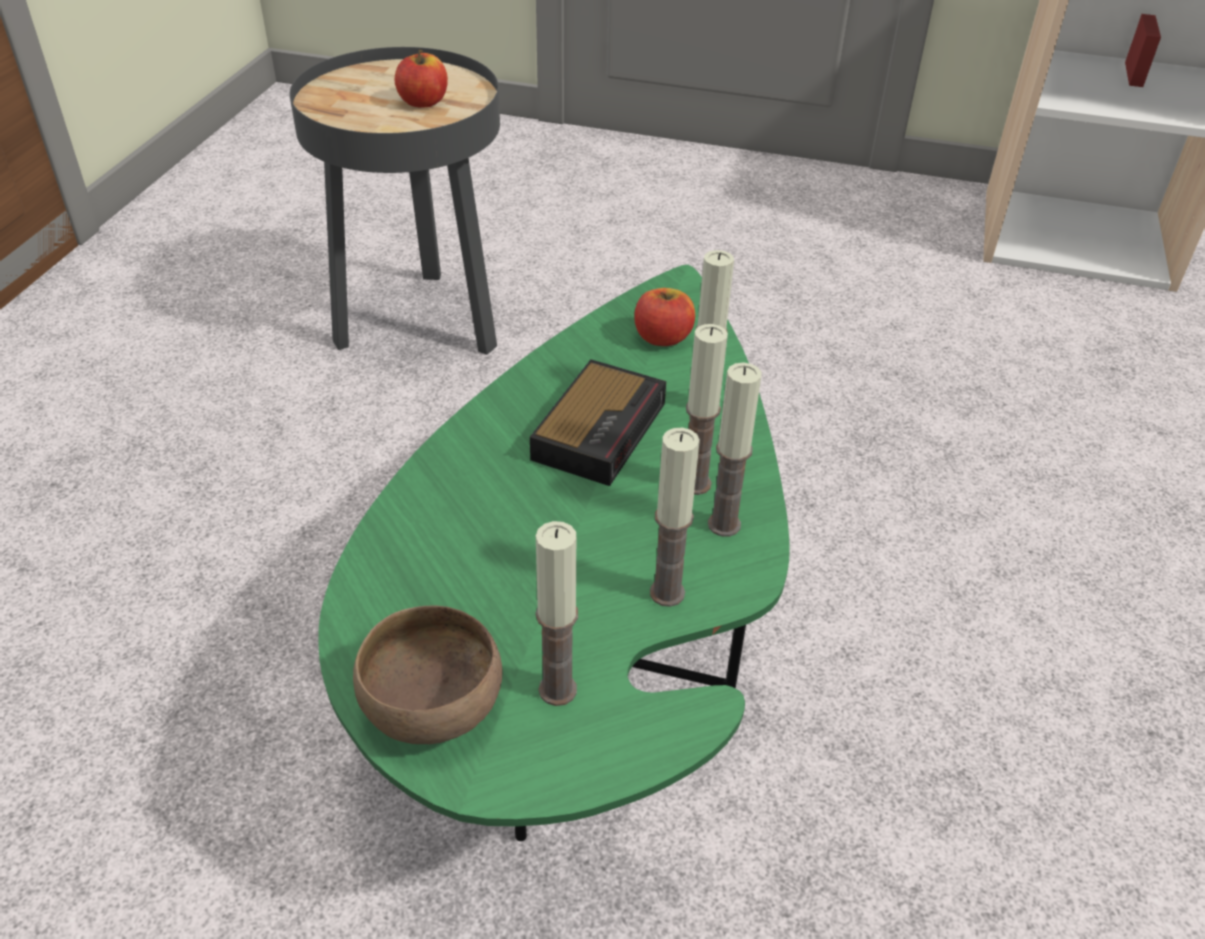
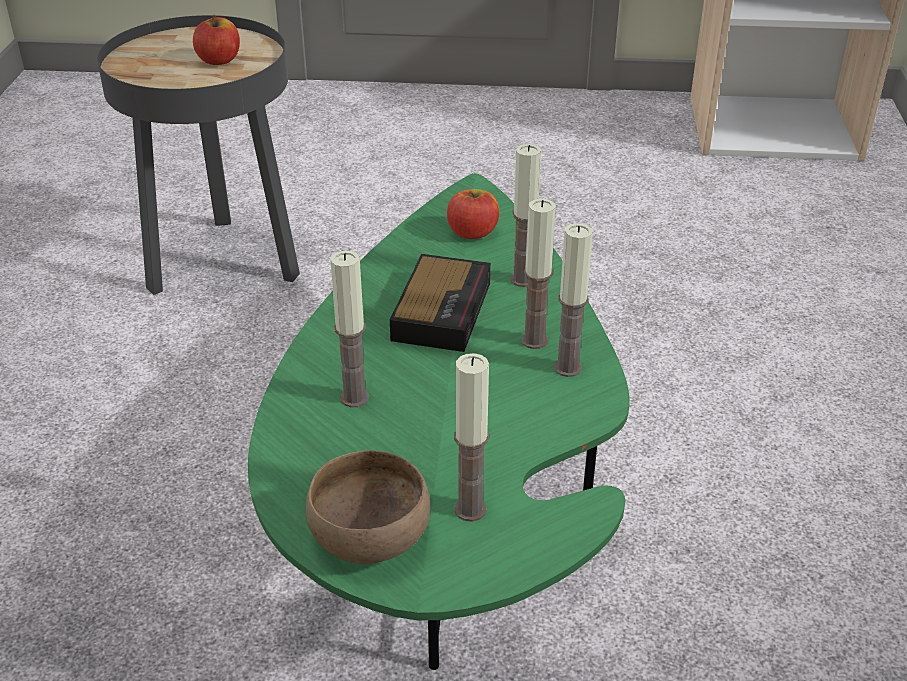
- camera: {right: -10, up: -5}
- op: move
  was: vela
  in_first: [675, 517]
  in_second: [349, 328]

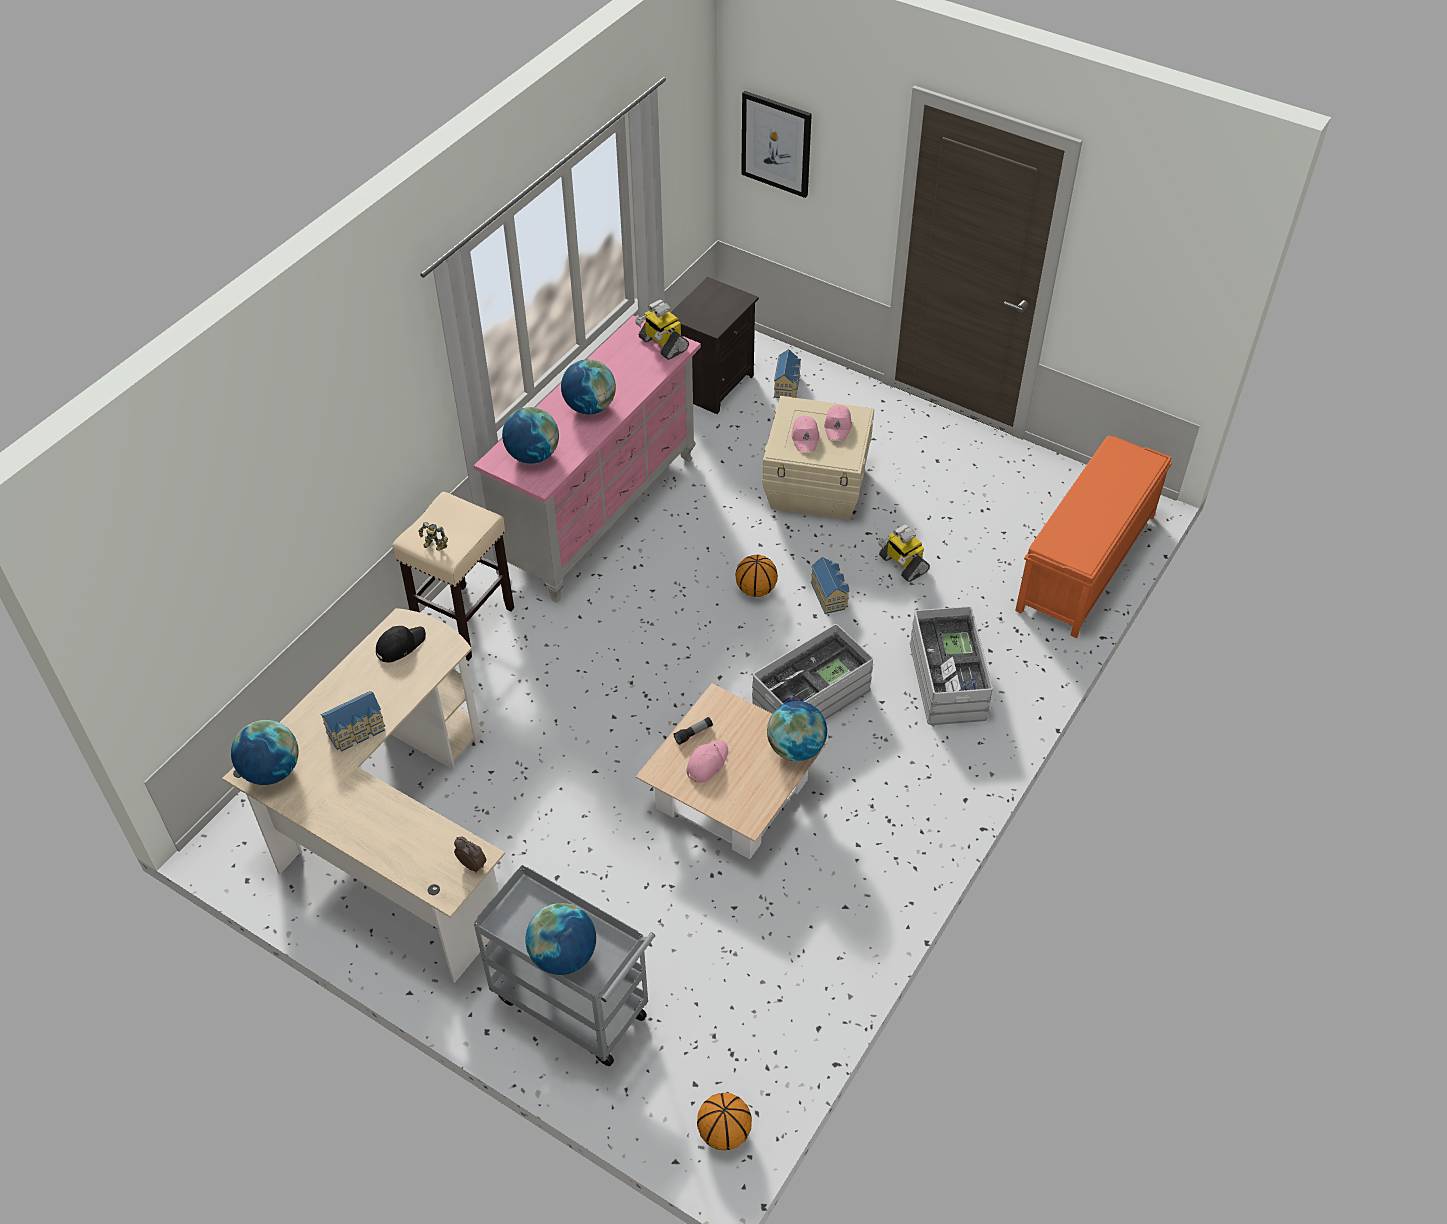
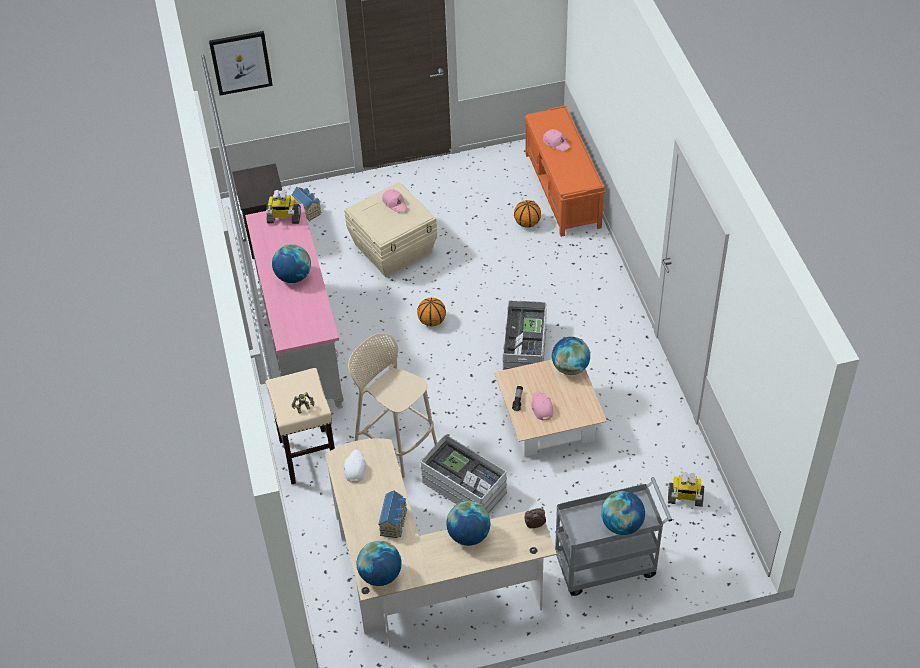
- camera: {right: -45, up: 0}
- op: recolor
  was: gorra/negro
  now: gorra/blanco
  in_first: [401, 644]
  in_second: [355, 466]
- op: move
  was: globo terráqueo
  in_first: [530, 435]
  in_second: [468, 523]
- op: move
  was: balón de baloncesto
  in_first: [724, 1122]
  in_second: [527, 214]
- op: move
  was: gorra/rosa
  in_first: [805, 434]
  in_second: [556, 140]
- op: delete
  was: casita
  in_first: [830, 585]
- op: move
  was: robot de juguete
  in_first: [904, 553]
  in_second: [686, 489]
- op: move
  was: caja de almacenaje/gris
  in_first: [951, 665]
  in_second: [464, 474]
- op: insert
  now: taburete/beis
  in_second: [392, 405]

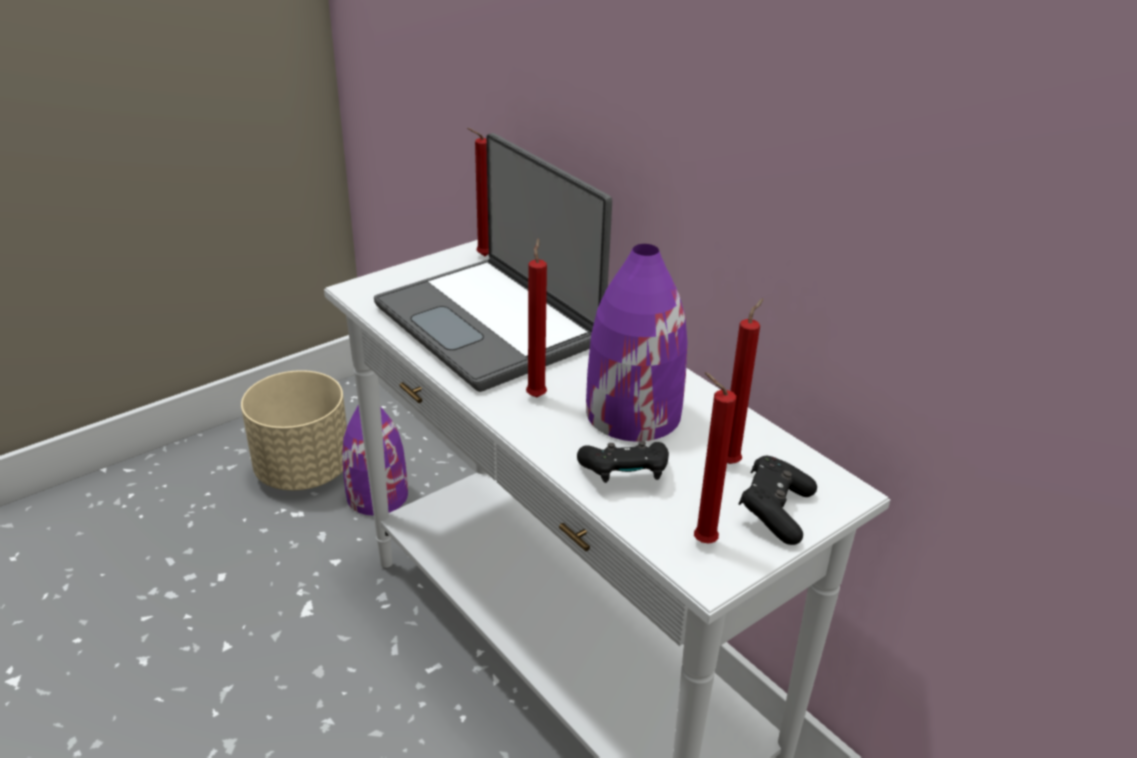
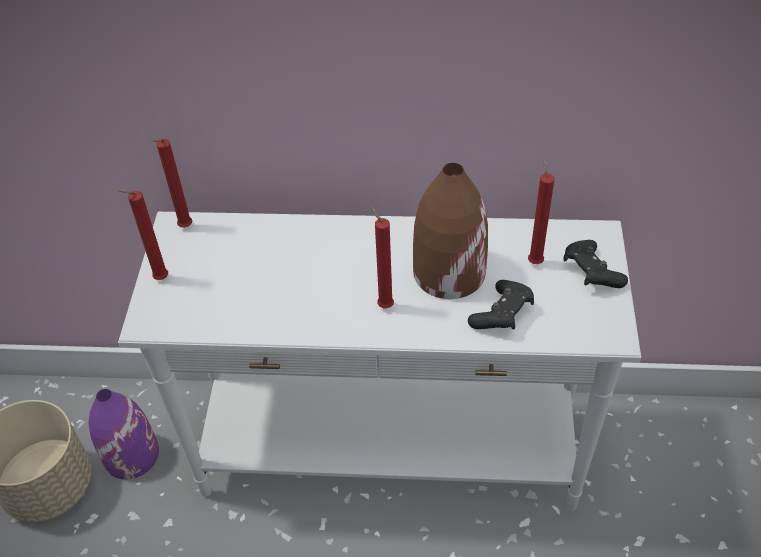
- camera: {right: -45, up: 15}
- op: delete
  was: portátil
  in_first: [493, 262]
- op: recolor
  was: florero/morado
  now: florero/marrón
  in_first: [637, 342]
  in_second: [450, 231]
- op: move
  was: vela/rojo
  in_first: [715, 457]
  in_second: [142, 235]

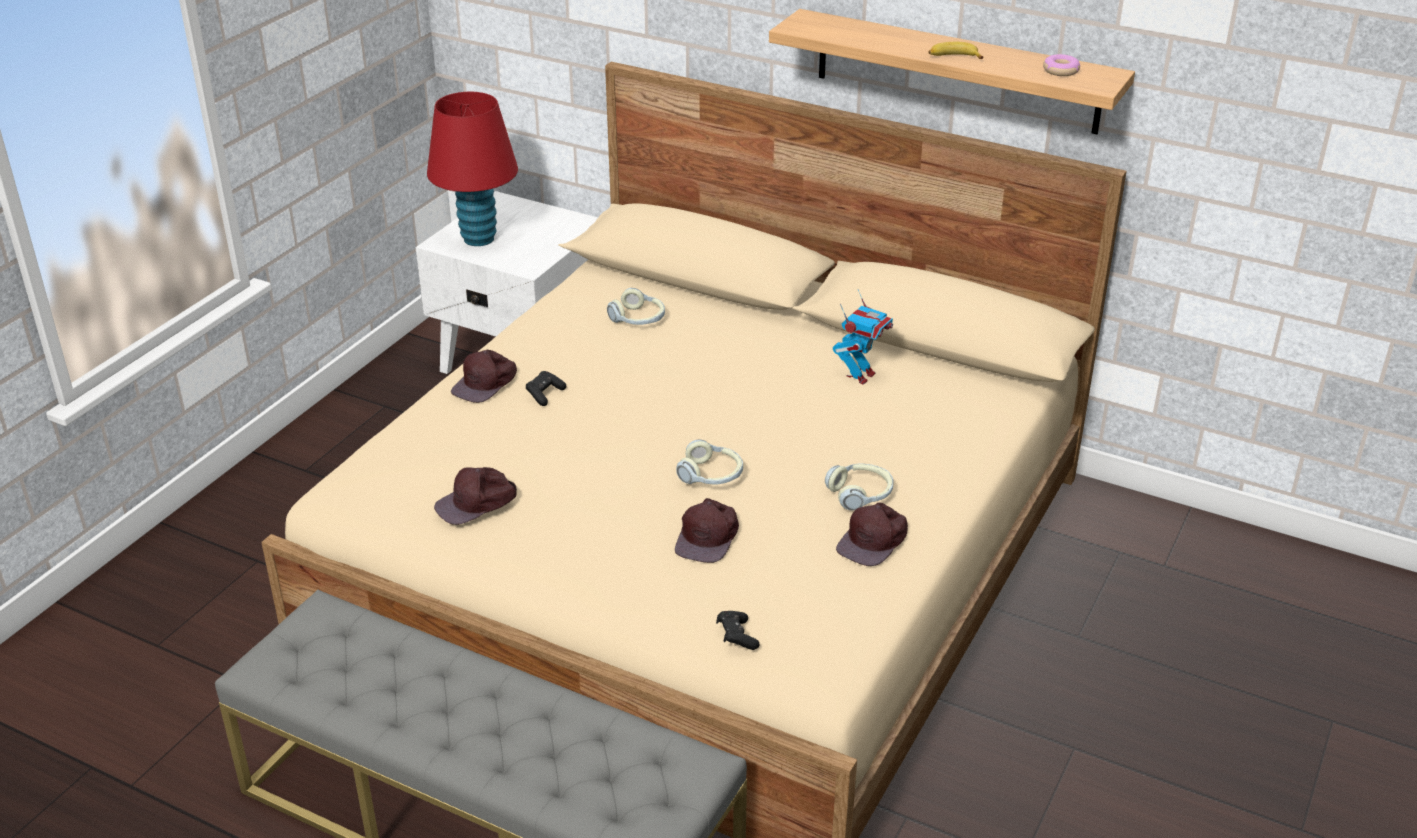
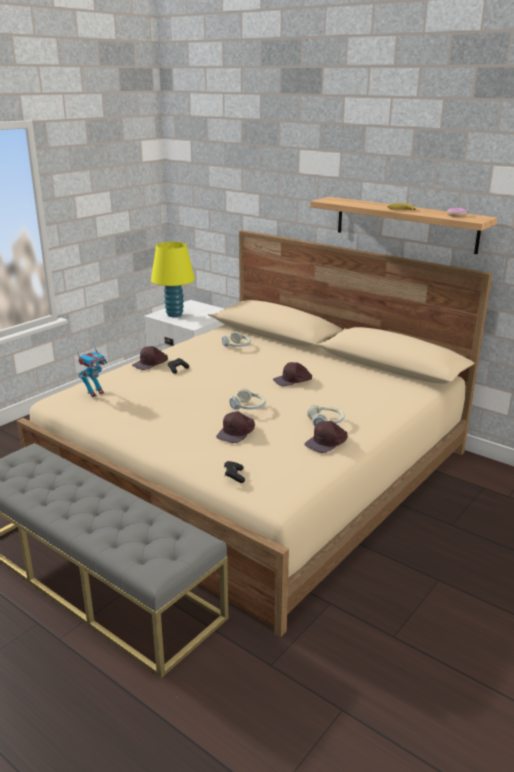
- camera: {right: 10, up: -10}
- op: recolor
  was: lámpara de mesa/rojo
  now: lámpara de mesa/amarillo
  in_first: [472, 169]
  in_second: [173, 279]
- op: move
  was: gorra/marrón
  in_first: [475, 496]
  in_second: [292, 374]
- op: move
  was: robot de juguete
  in_first: [863, 337]
  in_second: [91, 370]

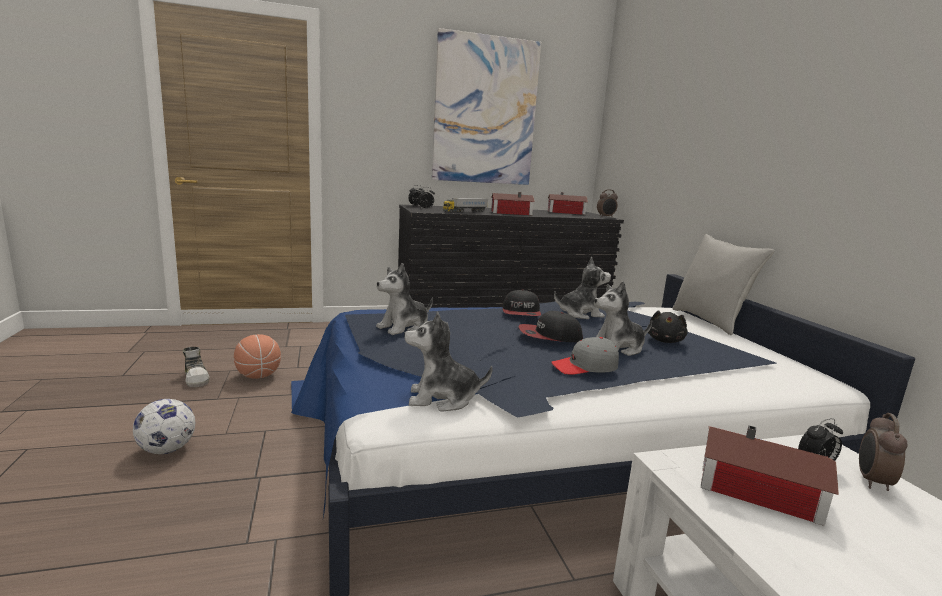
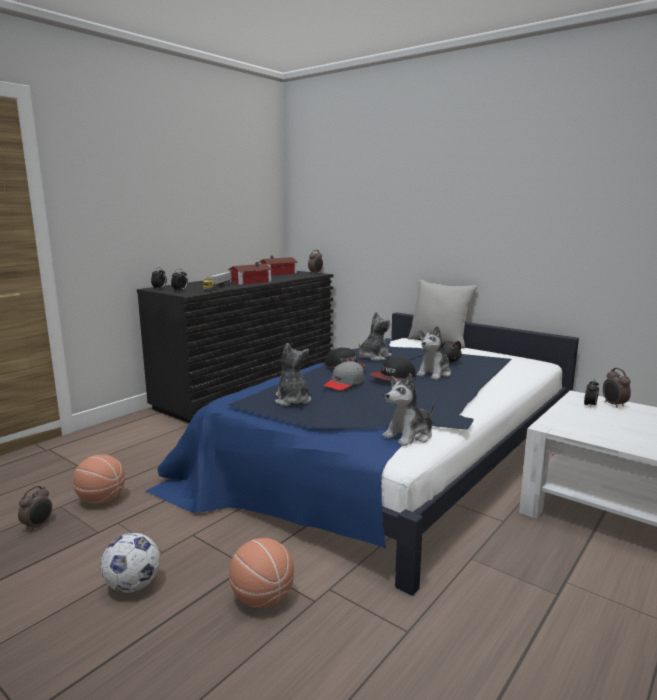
- camera: {right: -35, up: 0}
- op: replace
  was: zapato
  now: despertador
  in_first: [196, 367]
  in_second: [35, 509]
- op: rotate
  was: peluche
  in_first: [404, 299]
  in_second: [293, 374]
  clockwise: 150
- op: delete
  was: cuadro
  in_first: [486, 106]
- op: move
  was: gorra/gris
  in_first: [585, 356]
  in_second: [343, 376]
- op: delete
  was: casita
  in_first: [770, 475]
- op: insert
  now: balón de baloncesto
  in_second: [261, 573]

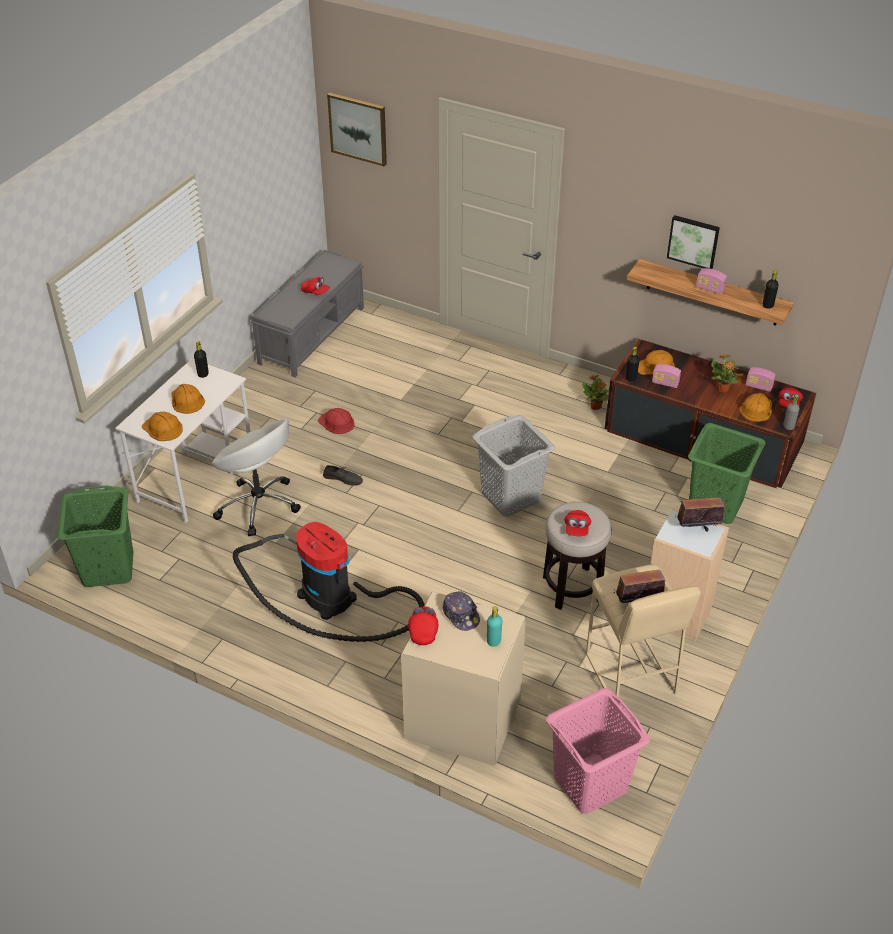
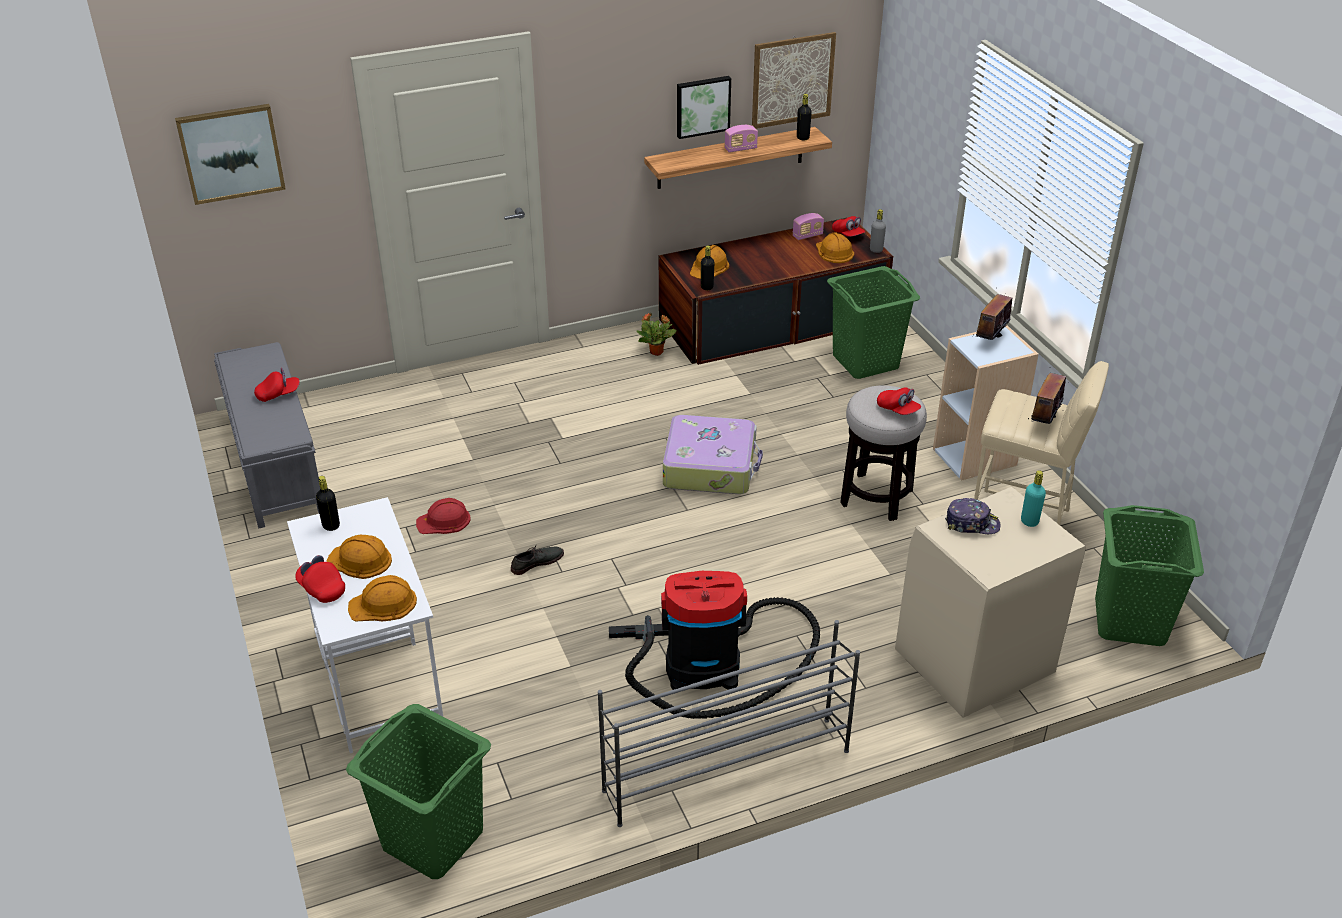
- camera: {right: -50, up: -5}
- op: delete
  was: silla de oficina/blanco
  in_first: [256, 477]
- op: move
  was: gorra/rojo
  in_first: [423, 625]
  in_second: [320, 579]
- op: replace
  was: cesto de la ropa/gris
  now: maleta
  in_first: [513, 466]
  in_second: [713, 454]
- op: recolor
  was: cesto de la ropa/rosa
  now: cesto de la ropa/verde
  in_first: [598, 751]
  in_second: [1149, 575]
- op: delete
  was: radio
  in_first: [666, 376]
- op: delete
  was: planta en maceta
  in_first: [727, 373]
- op: insert
  now: zapatero/gris
  in_second: [729, 723]
- op: insert
  now: cuadro
  in_second: [794, 80]

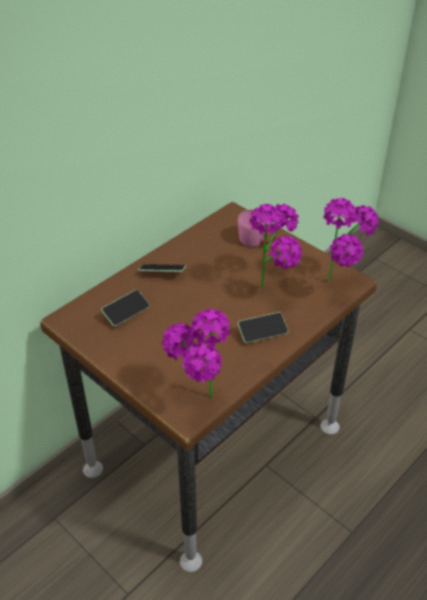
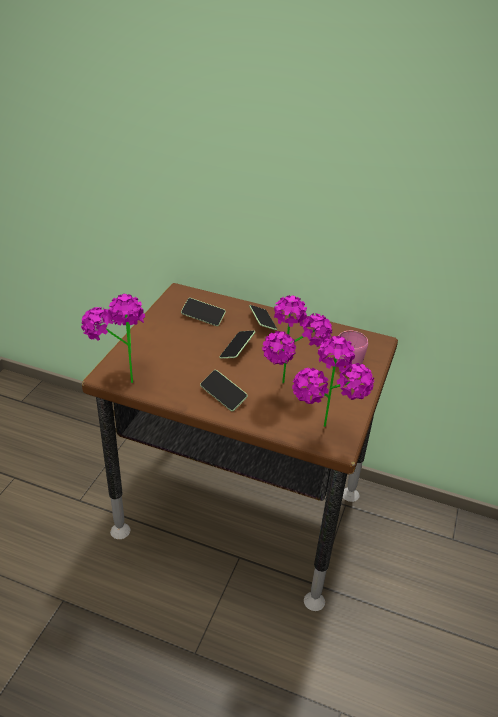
- camera: {right: 65, up: -5}
- op: insert
  now: móvil
  in_second: [237, 344]

